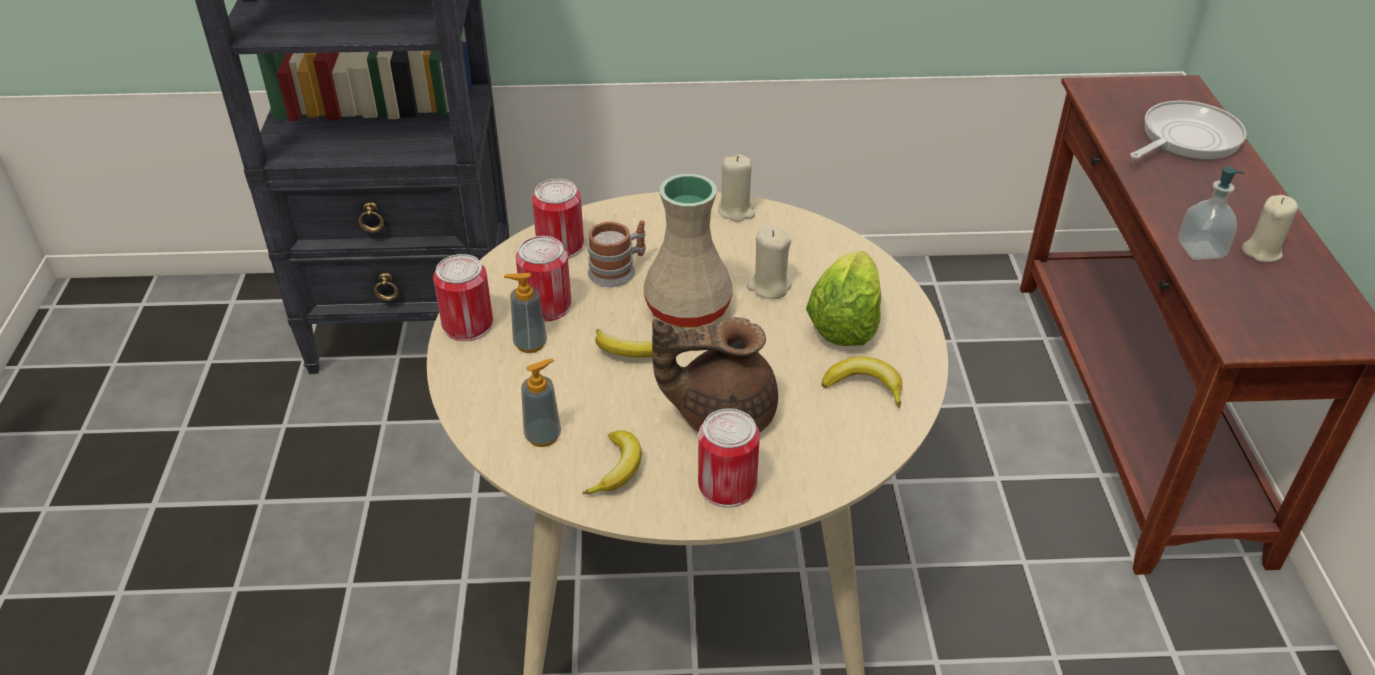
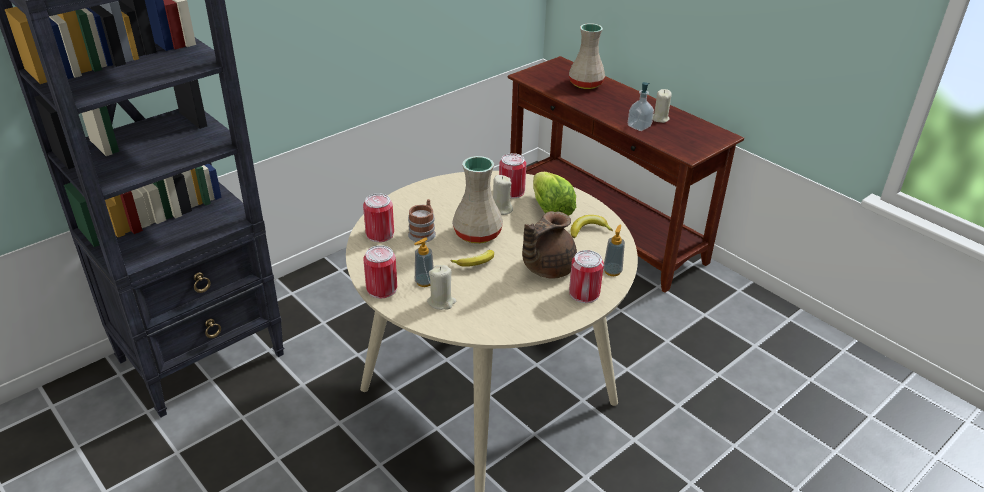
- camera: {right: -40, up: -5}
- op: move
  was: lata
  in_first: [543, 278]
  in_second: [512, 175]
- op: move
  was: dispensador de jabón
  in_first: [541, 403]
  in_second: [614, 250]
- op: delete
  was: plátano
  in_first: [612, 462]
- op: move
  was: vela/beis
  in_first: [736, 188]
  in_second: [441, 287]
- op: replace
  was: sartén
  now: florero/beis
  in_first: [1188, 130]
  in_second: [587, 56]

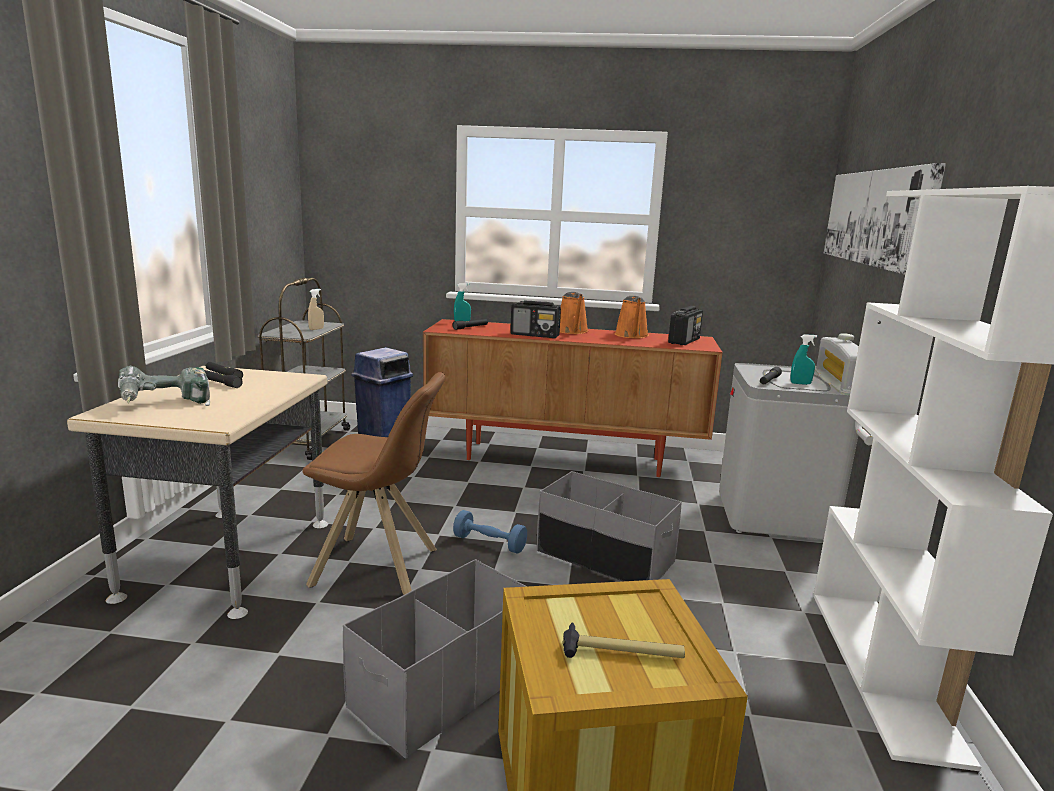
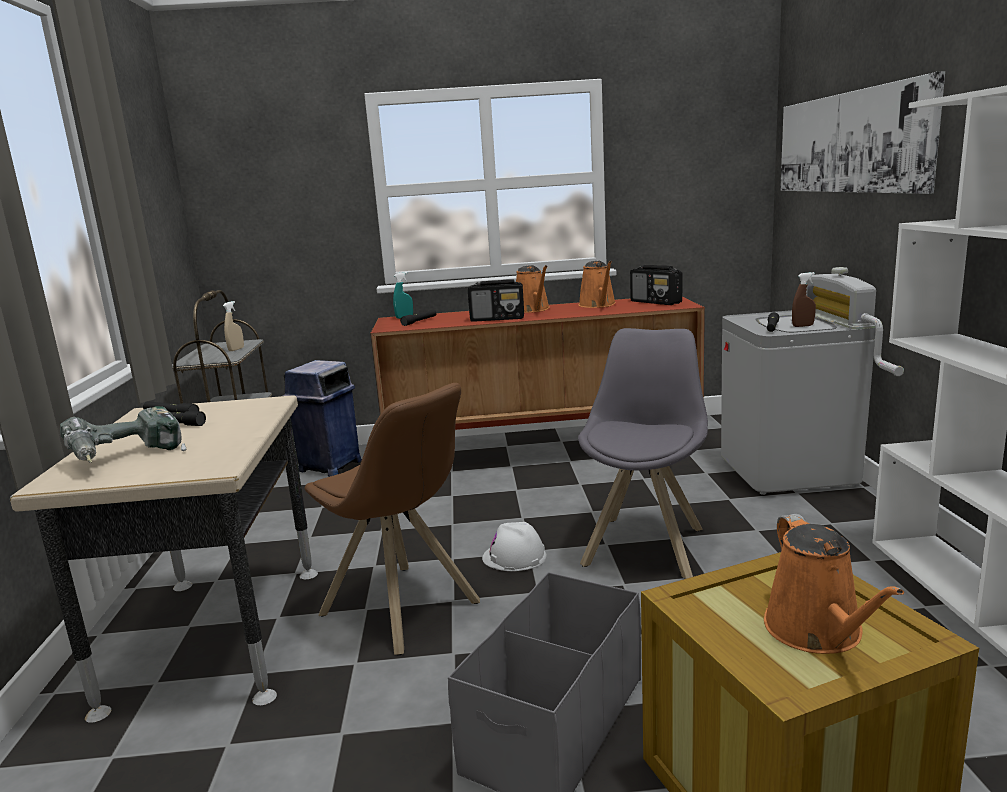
- camera: {right: -10, up: 0}
- op: rotate
  was: silla/marrón
  in_first: [373, 483]
  in_second: [392, 519]
  clockwise: 45
- op: replace
  was: mancuerna/azul
  now: casco/blanco
  in_first: [490, 532]
  in_second: [514, 546]
- op: replace
  was: caja de almacenaje/gris
  now: silla/gris
  in_first: [609, 526]
  in_second: [643, 453]
- op: replace
  was: martillo
  now: regadera/naranja
  in_first: [624, 640]
  in_second: [834, 584]
- op: rotate
  was: radio
  in_first: [685, 325]
  in_second: [656, 285]
  clockwise: 120
- op: recolor
  was: pulverizador/turquesa
  now: pulverizador/marrón
  in_first: [804, 359]
  in_second: [804, 299]

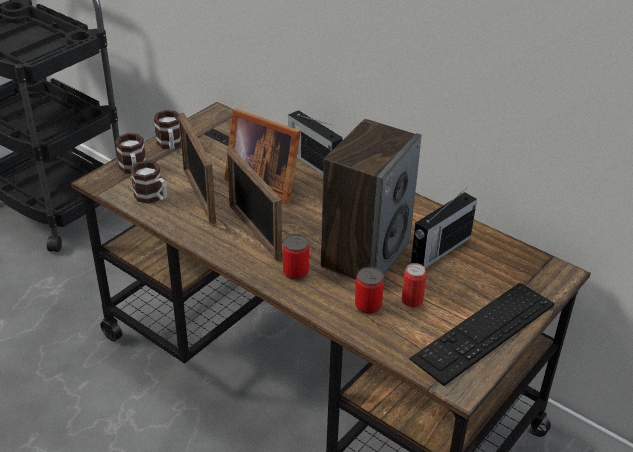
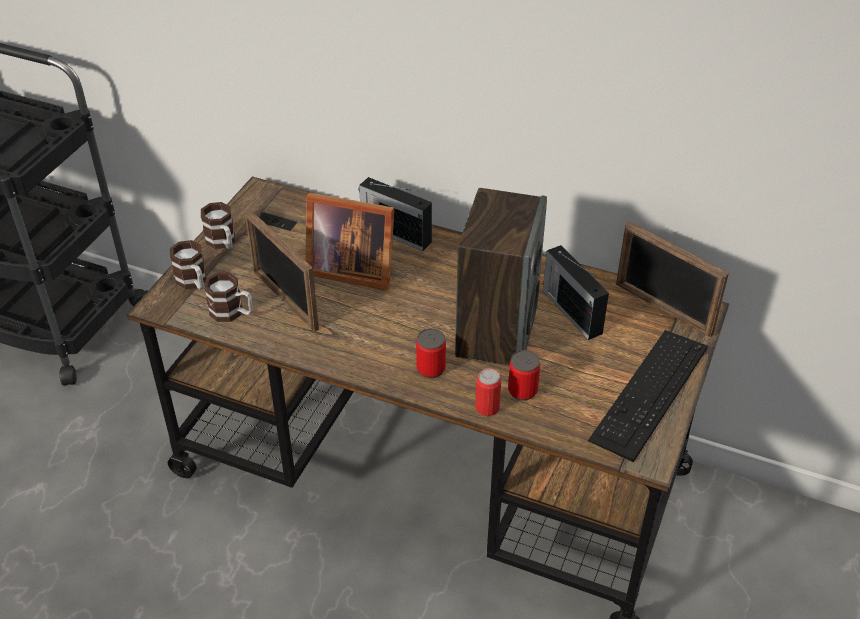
- camera: {right: -15, up: 5}
- op: move
  was: portarretratos
  in_first: [254, 204]
  in_second: [672, 279]
- op: move
  was: lata
  in_first: [414, 285]
  in_second: [488, 392]
- op: rotate
  was: radio
  in_first: [444, 228]
  in_second: [576, 292]
  clockwise: 120

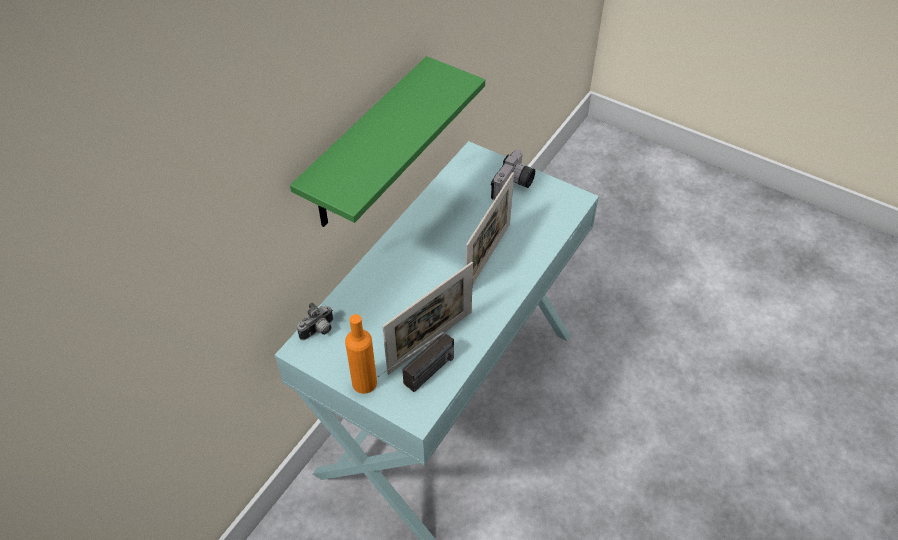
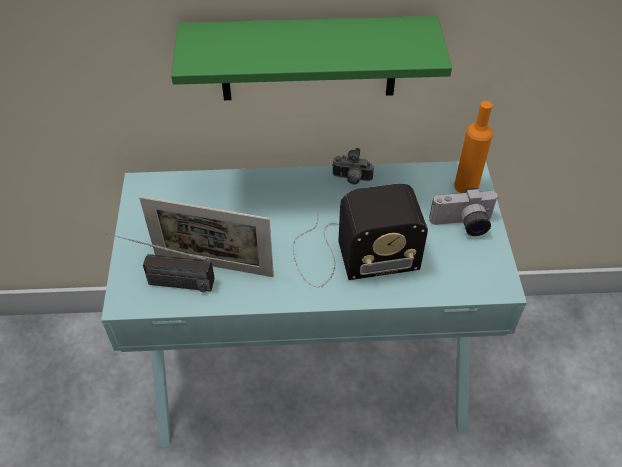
- camera: {right: 55, up: 0}
- op: move
  was: cámara
  in_first: [315, 321]
  in_second: [353, 166]
- op: move
  was: botella/naranja
  in_first: [361, 354]
  in_second: [473, 147]
- op: replace
  was: portarretratos
  now: radio
  in_first: [490, 229]
  in_second: [360, 235]

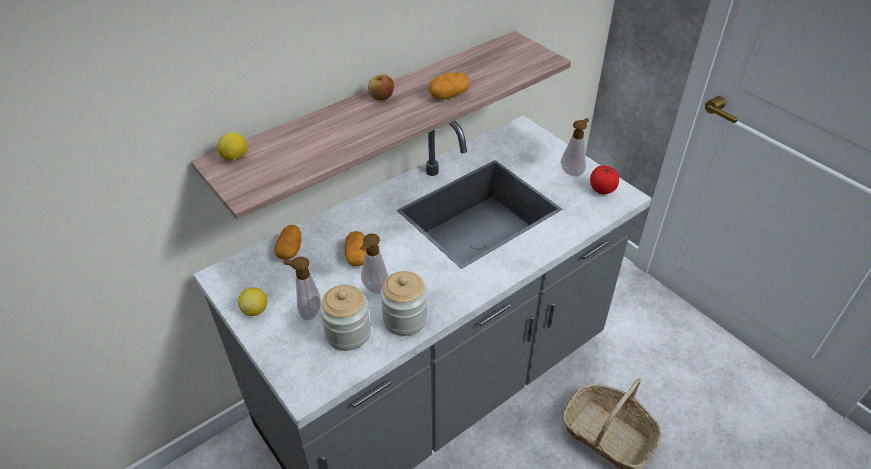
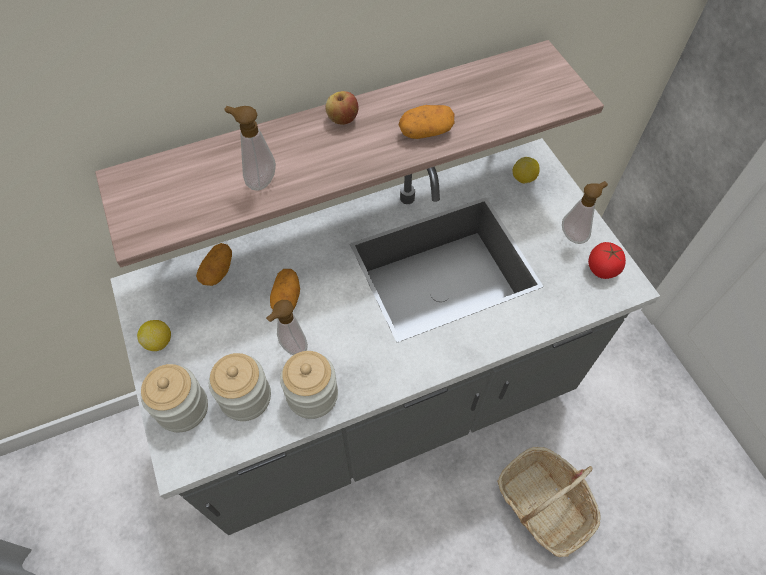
- camera: {right: 15, up: 15}
- op: move
  was: limón
  in_first: [232, 146]
  in_second: [526, 170]
- op: move
  was: dispensador de jabón
  in_first: [302, 288]
  in_second: [250, 148]
- op: insert
  now: tarro
  in_second: [174, 398]

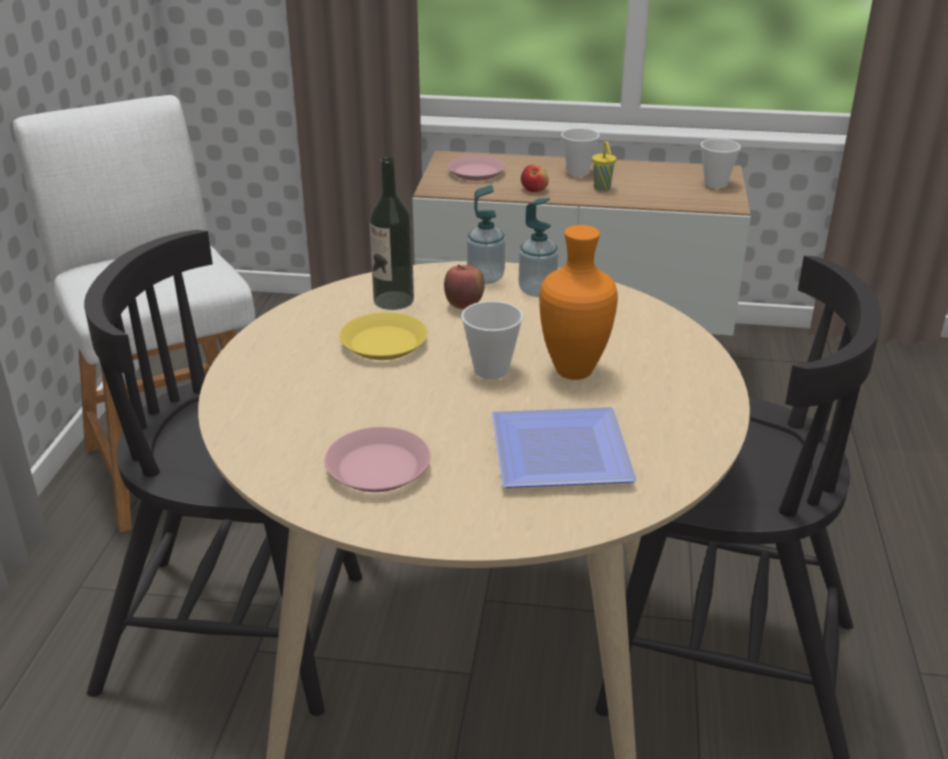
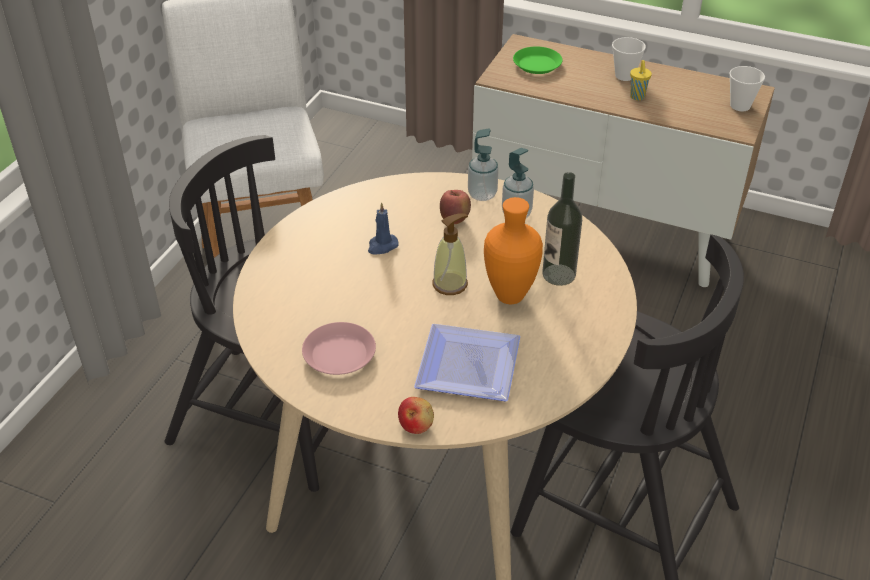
- camera: {right: 15, up: 10}
- op: replace
  was: plato/amarillo
  now: vela/azul
  in_first: [383, 336]
  in_second: [383, 228]
- op: move
  was: botella
  in_first: [391, 233]
  in_second: [562, 229]
- op: recolor
  was: plato/rosa
  now: plato/verde
  in_first: [476, 168]
  in_second: [538, 60]
- op: replace
  was: taza
  now: dispensador de jabón
  in_first: [492, 340]
  in_second: [450, 254]
- op: move
  was: manzana
  in_first: [535, 178]
  in_second: [416, 415]

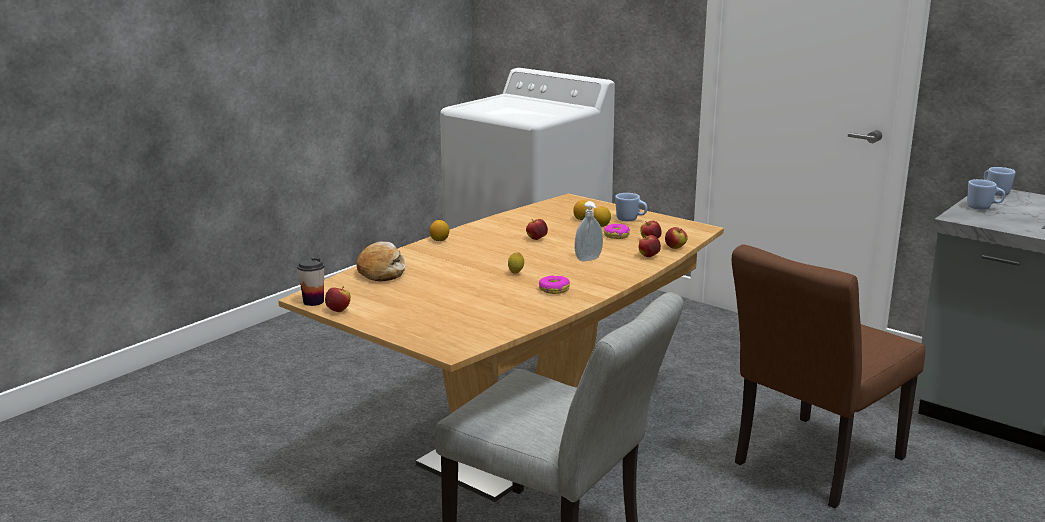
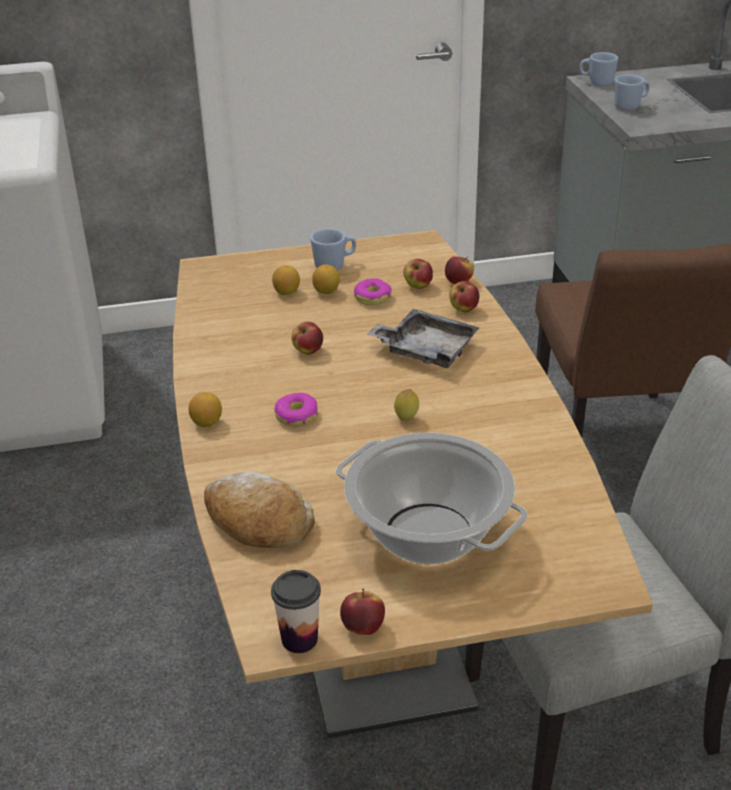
- camera: {right: -50, up: 15}
- op: move
  was: rosquilla
  in_first: [554, 284]
  in_second: [296, 409]
- op: replace
  was: dispensador de jabón
  now: bandeja/gris
  in_first: [589, 231]
  in_second: [423, 338]
- op: insert
  now: olla
  in_second: [432, 498]

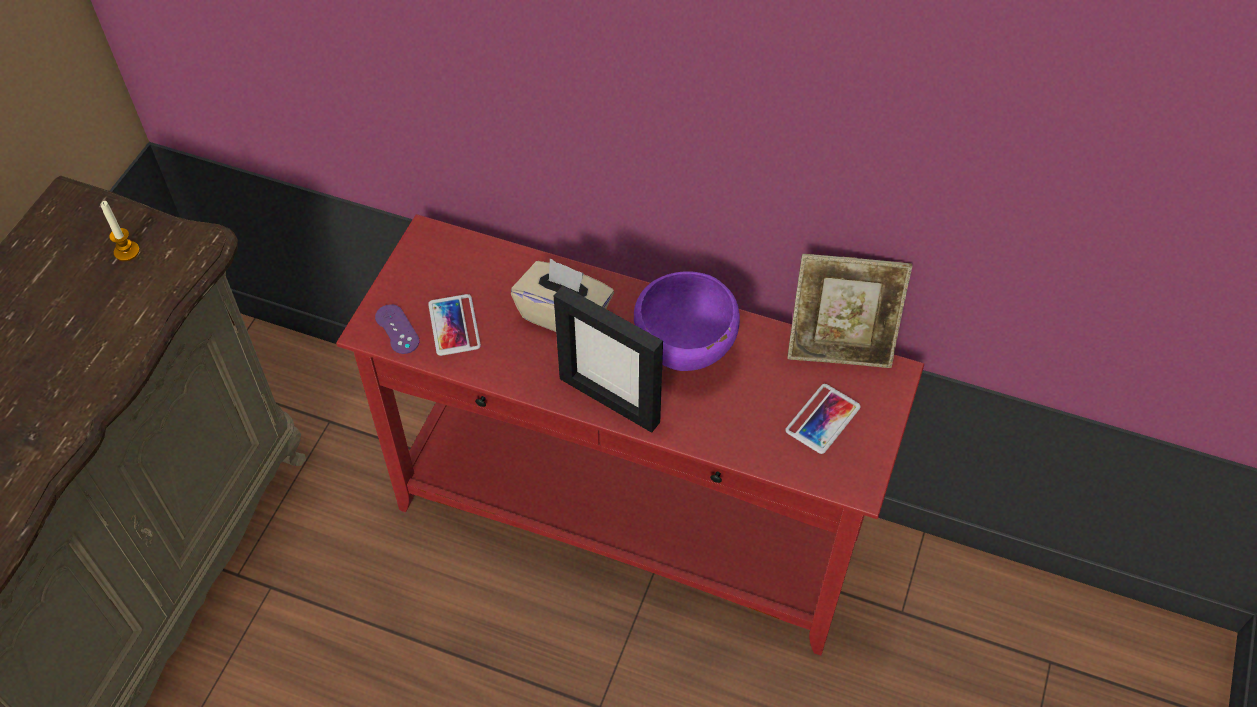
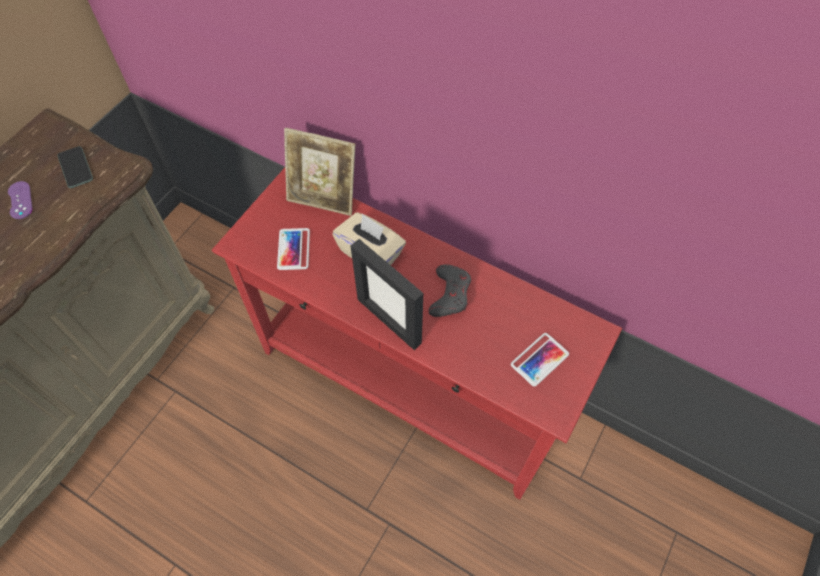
- camera: {right: 10, up: 5}
- op: replace
  was: vela
  now: móvil
  in_first: [120, 231]
  in_second: [75, 167]
- op: move
  was: mando de consola/morado
  in_first: [397, 329]
  in_second: [20, 200]
- op: replace
  was: cuenco/morado
  now: mando de consola/gris
  in_first: [687, 321]
  in_second: [449, 290]
- op: move
  was: portarretratos
  in_first: [849, 311]
  in_second: [319, 172]

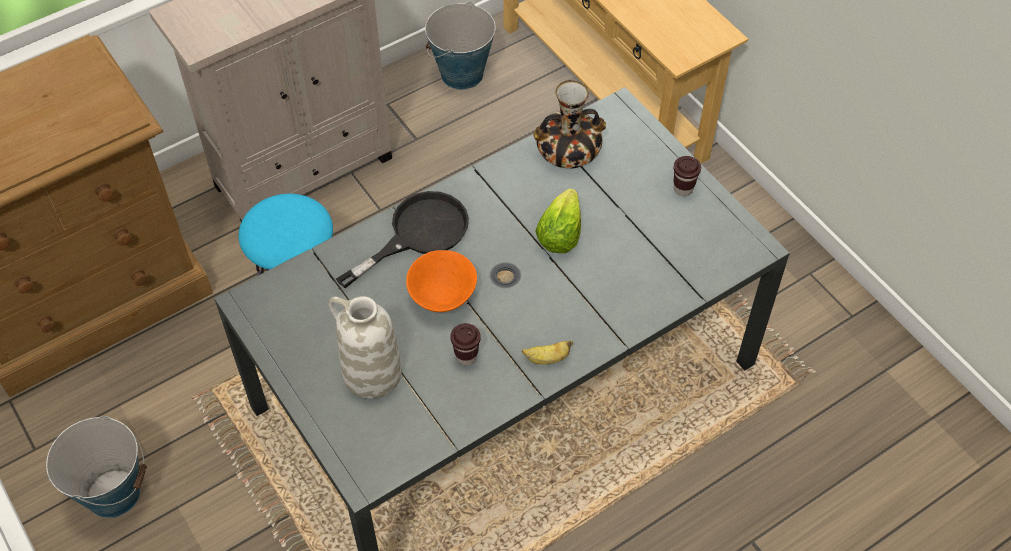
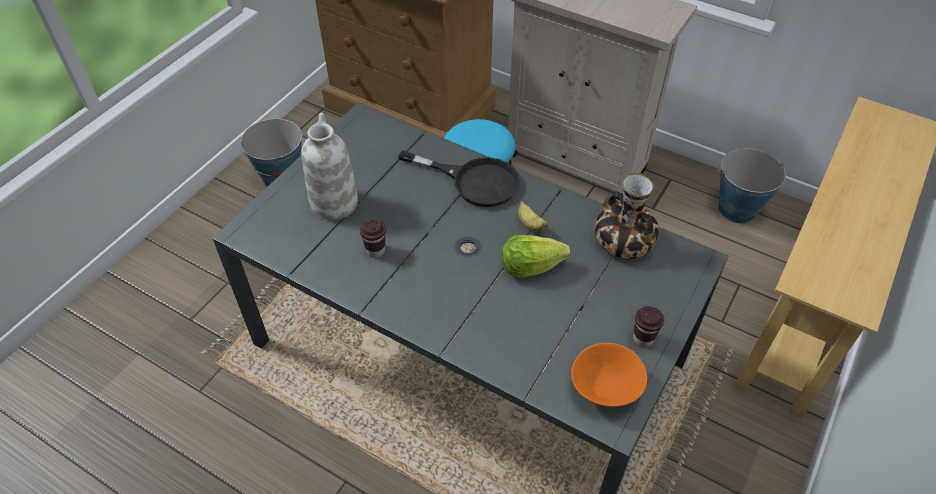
- camera: {right: 65, up: -5}
- op: move
  was: cuenco/naranja
  in_first: [441, 281]
  in_second: [609, 375]
- op: move
  was: plátano
  in_first: [547, 352]
  in_second: [533, 216]

